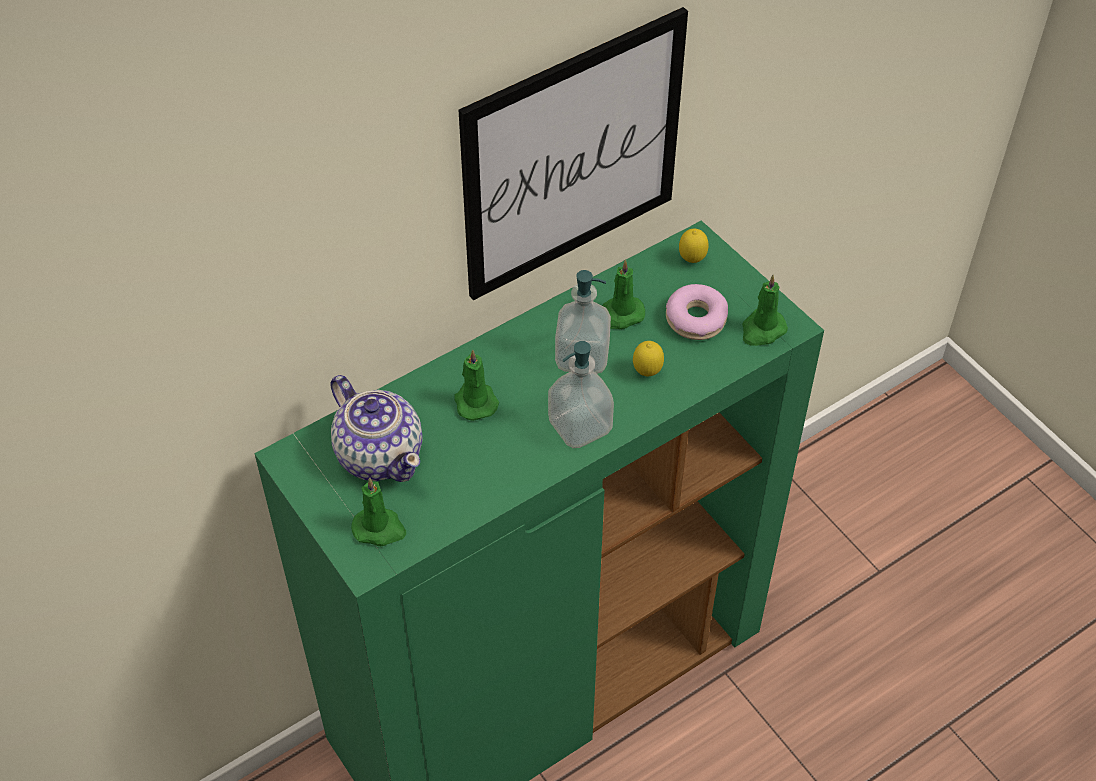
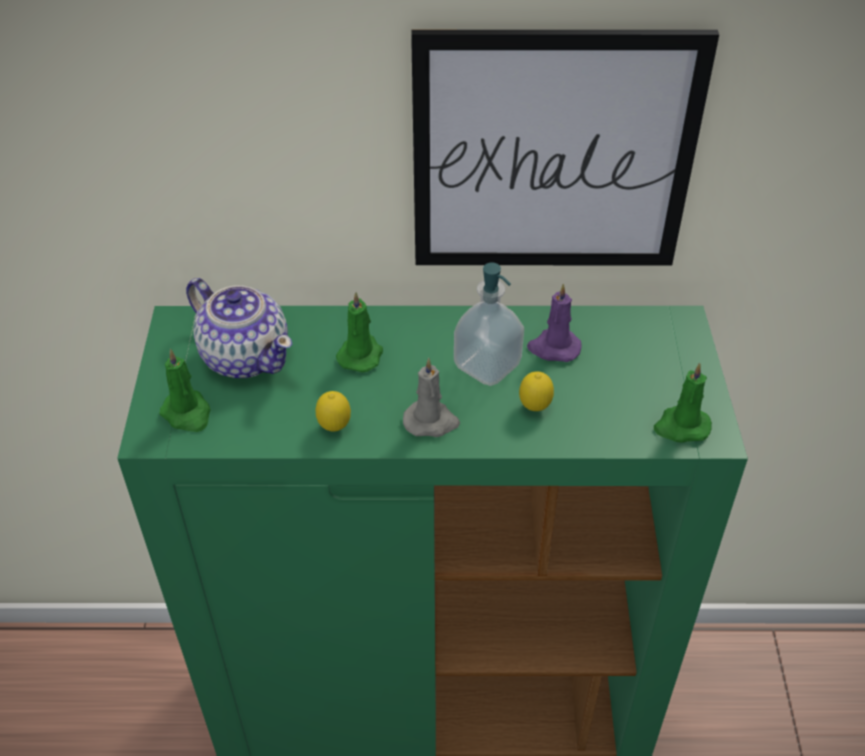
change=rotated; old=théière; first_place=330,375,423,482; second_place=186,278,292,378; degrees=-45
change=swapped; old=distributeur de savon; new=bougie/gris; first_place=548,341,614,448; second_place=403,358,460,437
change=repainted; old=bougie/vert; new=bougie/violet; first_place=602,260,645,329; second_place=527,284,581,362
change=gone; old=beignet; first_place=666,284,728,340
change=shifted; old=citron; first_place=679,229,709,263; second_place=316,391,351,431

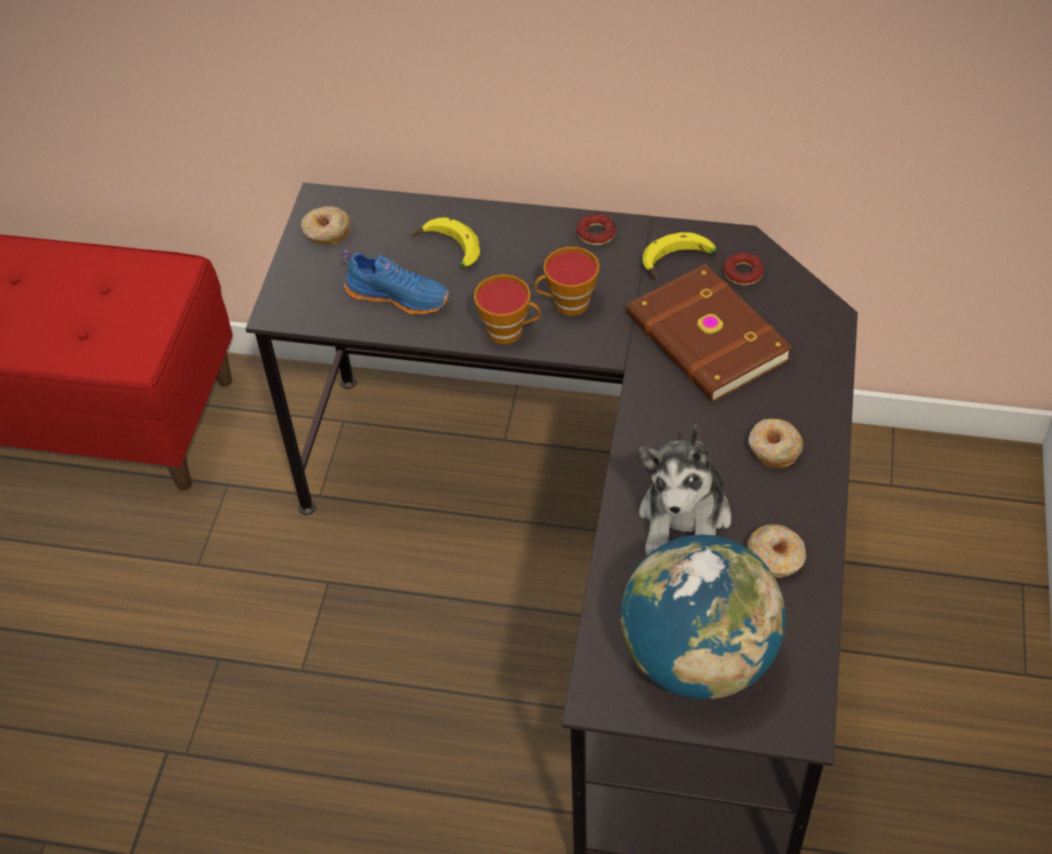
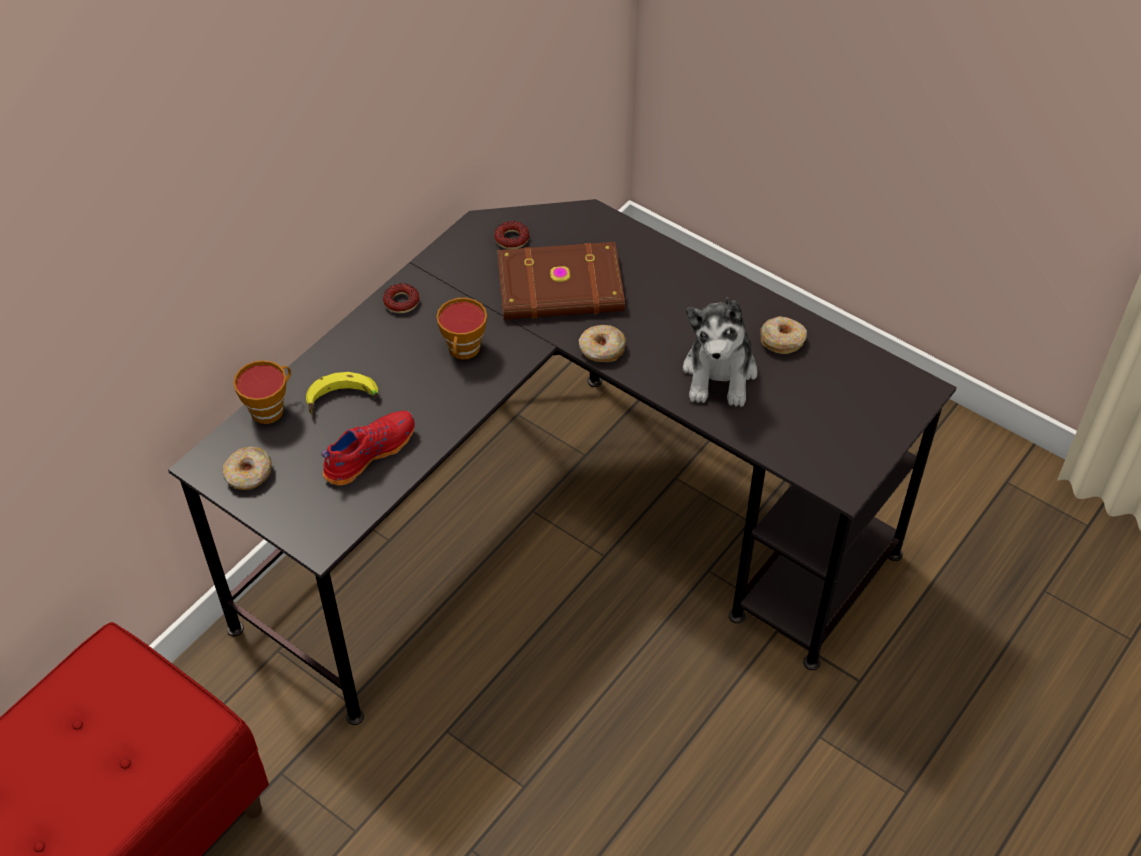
change=repainted; old=chaussure/bleu; new=chaussure/rouge; first_place=342,250,449,315; second_place=321,411,415,485
change=shifted; old=tasse; first_place=474,274,541,344; second_place=233,360,291,424
change=gone; old=globe; first_place=621,535,786,699
change=rotated; old=peluche; first_place=639,425,731,556; second_place=683,296,757,407; degrees=60
change=gone; old=banane; first_place=642,232,717,280
change=shifted; old=beignet; first_place=748,419,803,468; second_place=579,325,626,362

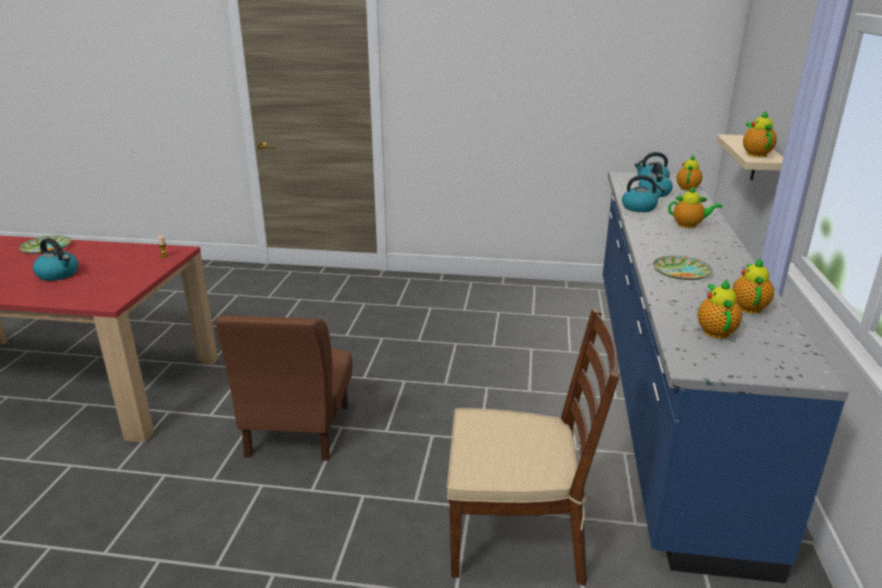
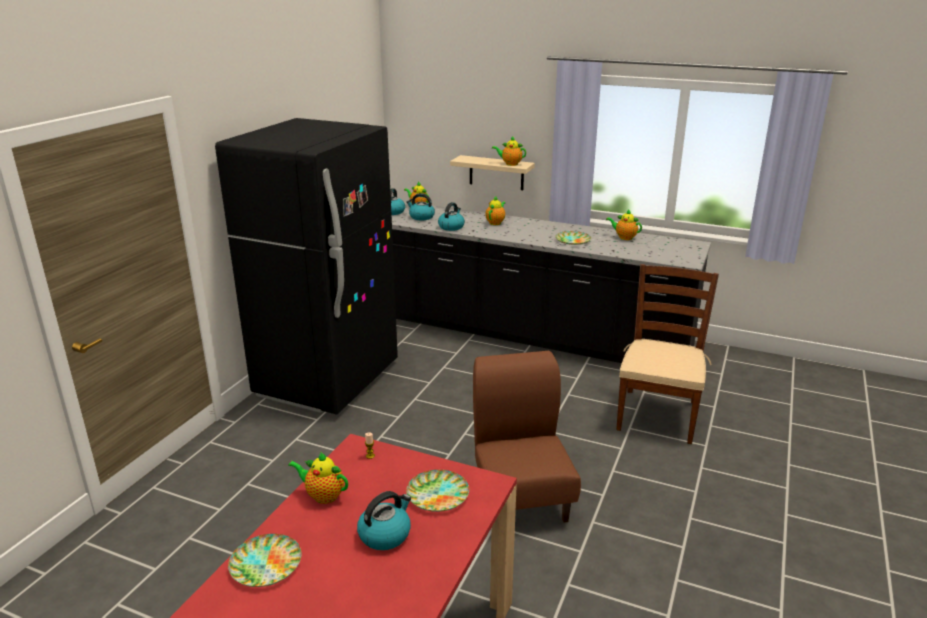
change=rotated; old=chaise/marron; first_place=216,315,353,461; second_place=473,351,581,523; degrees=-120
change=repainted; old=comptoir de cuisine/bleu; new=comptoir de cuisine/noir; first_place=603,172,849,583; second_place=392,202,711,363
change=shifted; old=théière; first_place=698,279,742,339; second_place=288,452,348,504
change=new; new=réfrigérateur/noir; second_place=215,118,398,415
change=new; new=assiette; second_place=406,470,469,512

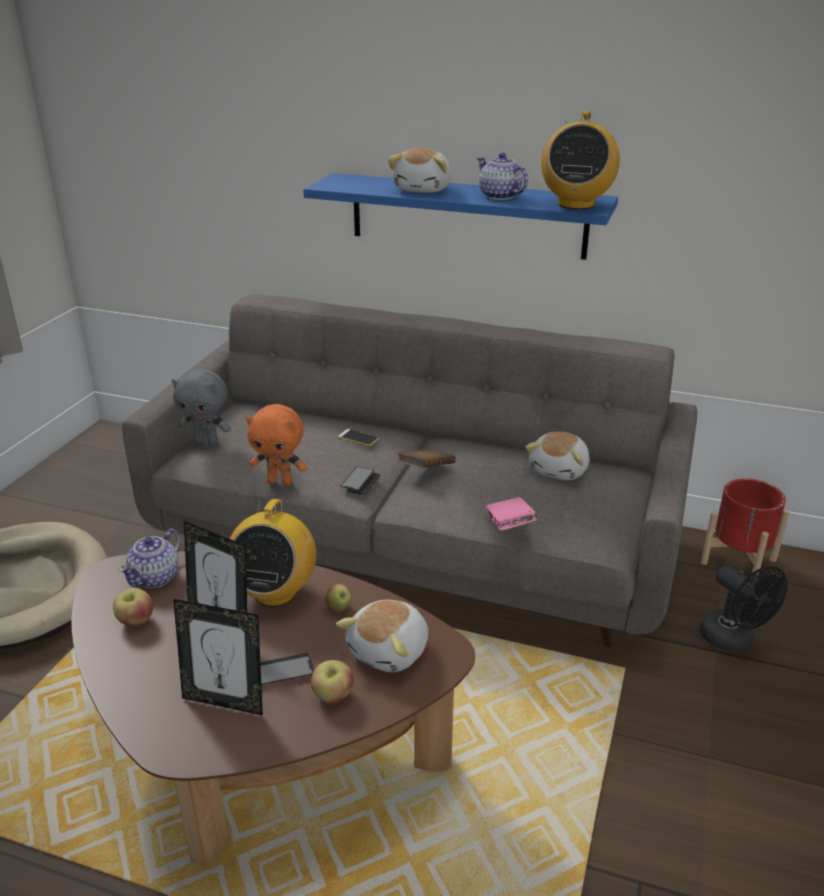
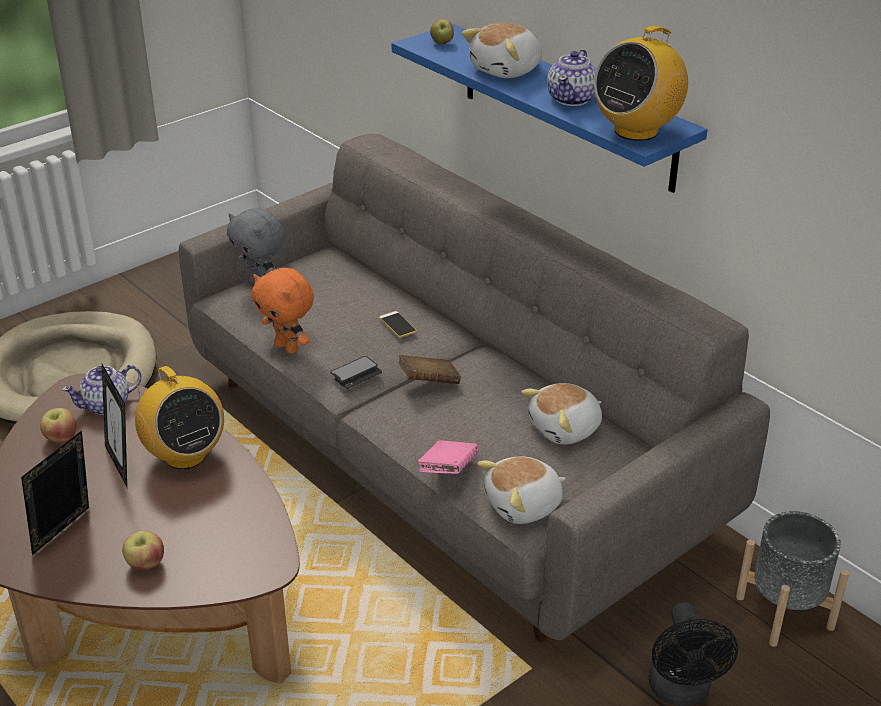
change=rotated; old=cadre photo; first_place=173,599,263,716; second_place=21,431,89,555; degrees=75
change=rotated; old=radio; first_place=230,499,316,607; second_place=133,366,224,469; degrees=-75
change=gone; old=téléphone; first_place=260,653,314,685
change=shifted; old=pomme; first_place=325,584,352,613; second_place=430,19,454,44
change=shifted; old=peluche; first_place=336,600,428,672; second_place=477,456,566,524
change=rotated; old=théière; first_place=477,153,528,200; second_place=547,49,596,106; degrees=-150
change=repainted; old=cache-pot/rouge; new=cache-pot/gris; first_place=701,478,790,581; second_place=736,511,849,647

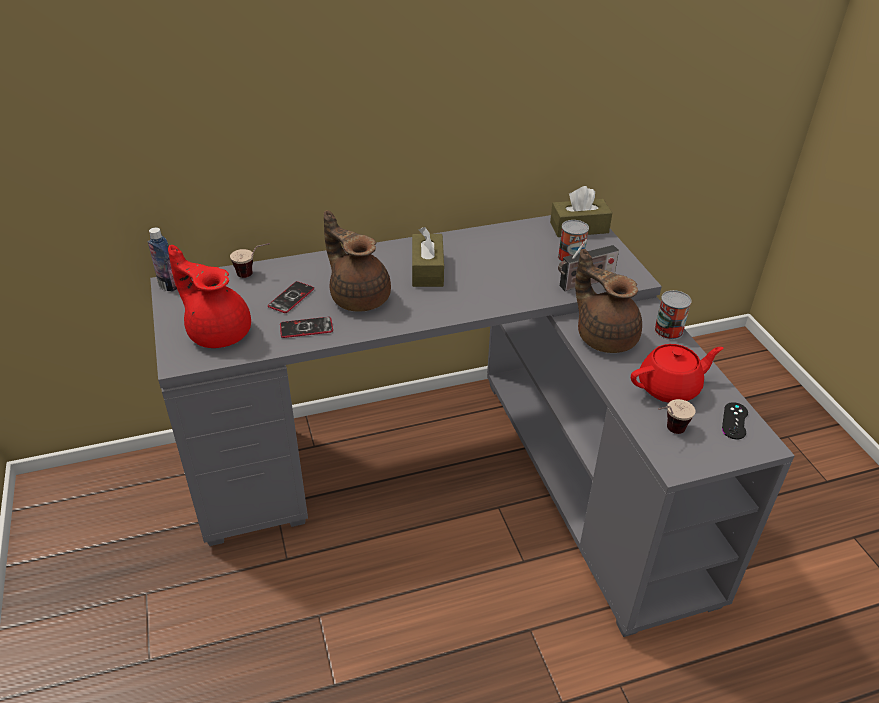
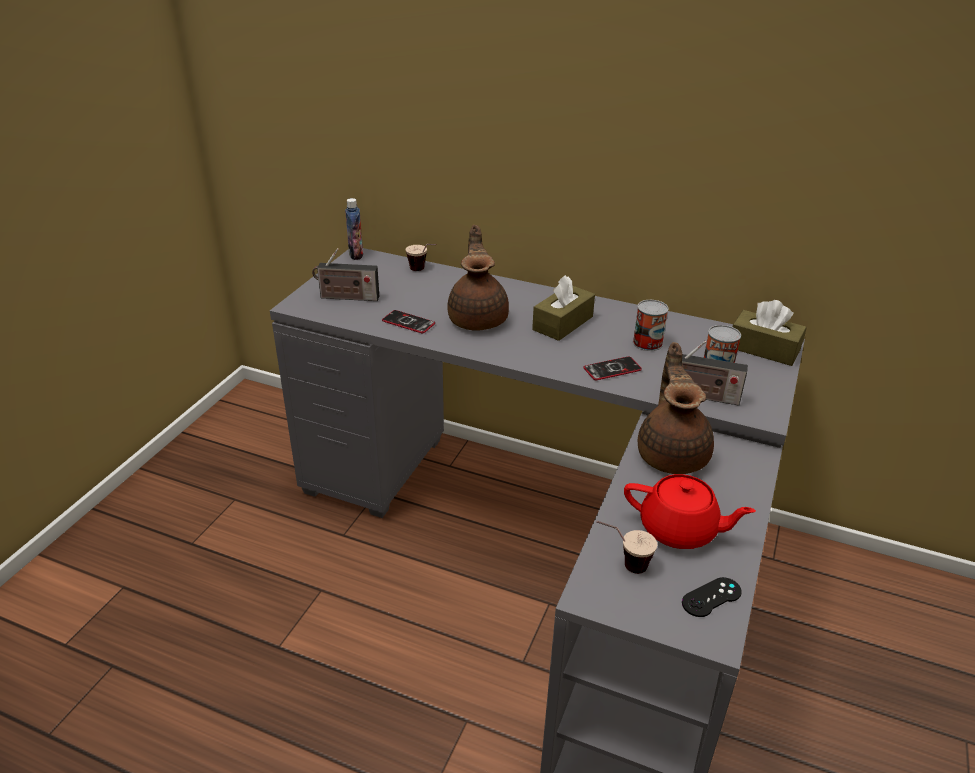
change=swapped; old=théière/rouge; new=radio; first_place=168,245,251,348; second_place=312,248,379,301
change=shifted; old=téléphone; first_place=268,281,314,313; second_place=583,356,642,380
change=shifted; old=boîte métallique; first_place=654,290,692,340; second_place=633,300,669,351

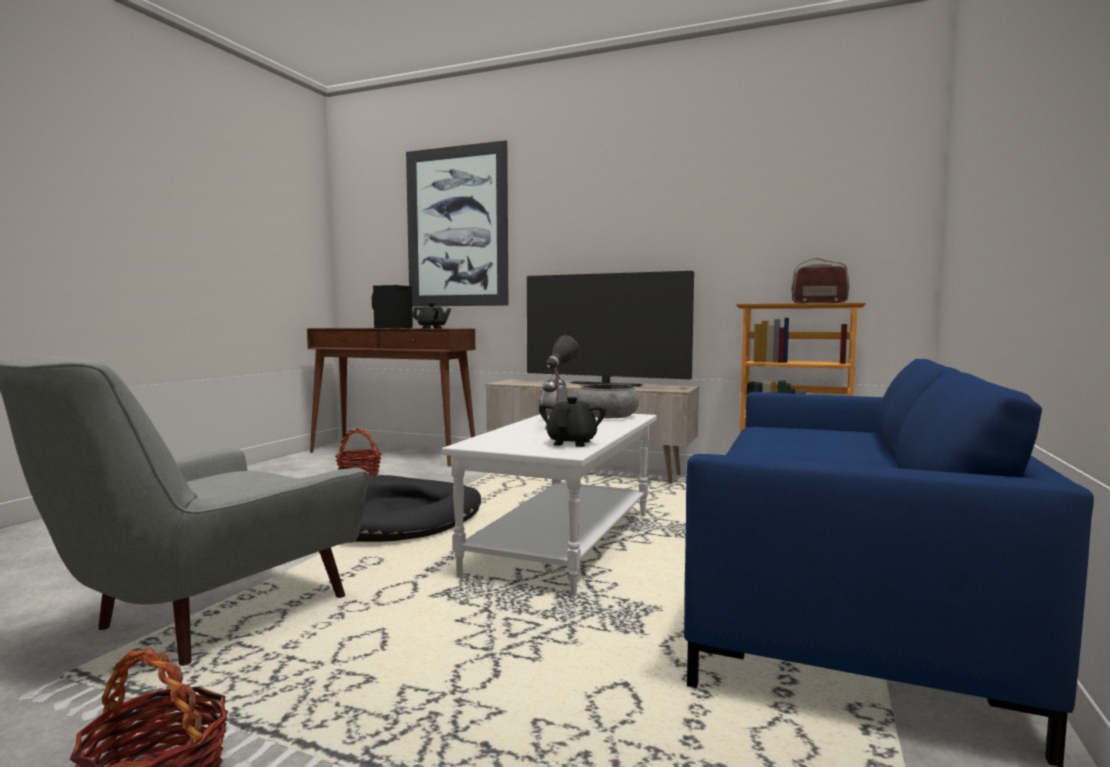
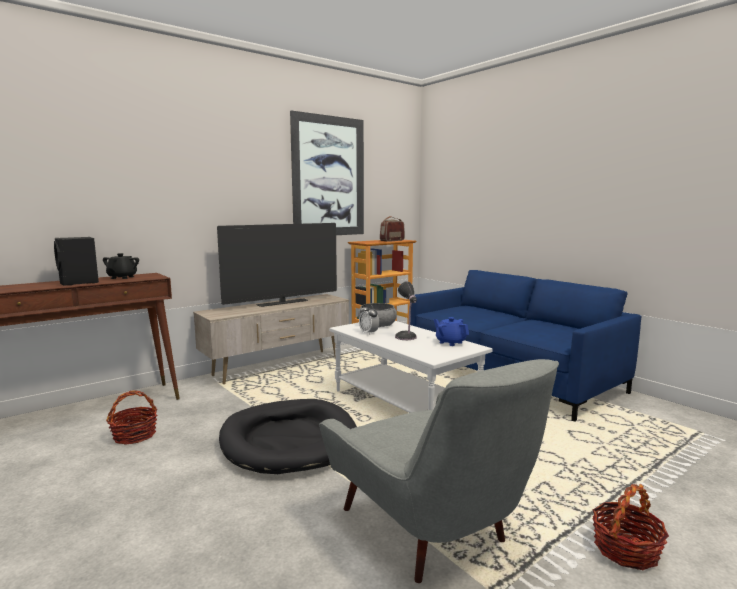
change=shifted; old=tableau; first_place=406,140,508,306; second_place=290,111,364,235
change=repainted; old=théière/noir; new=théière/bleu; first_place=539,397,607,447; second_place=434,317,469,346

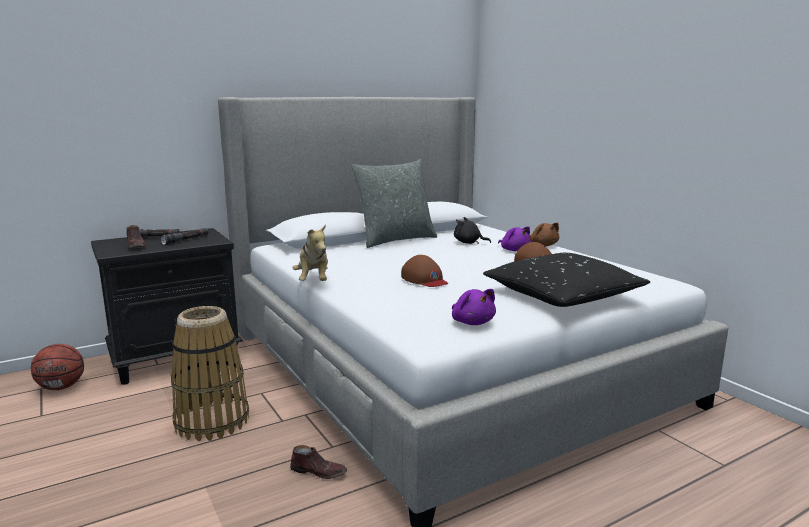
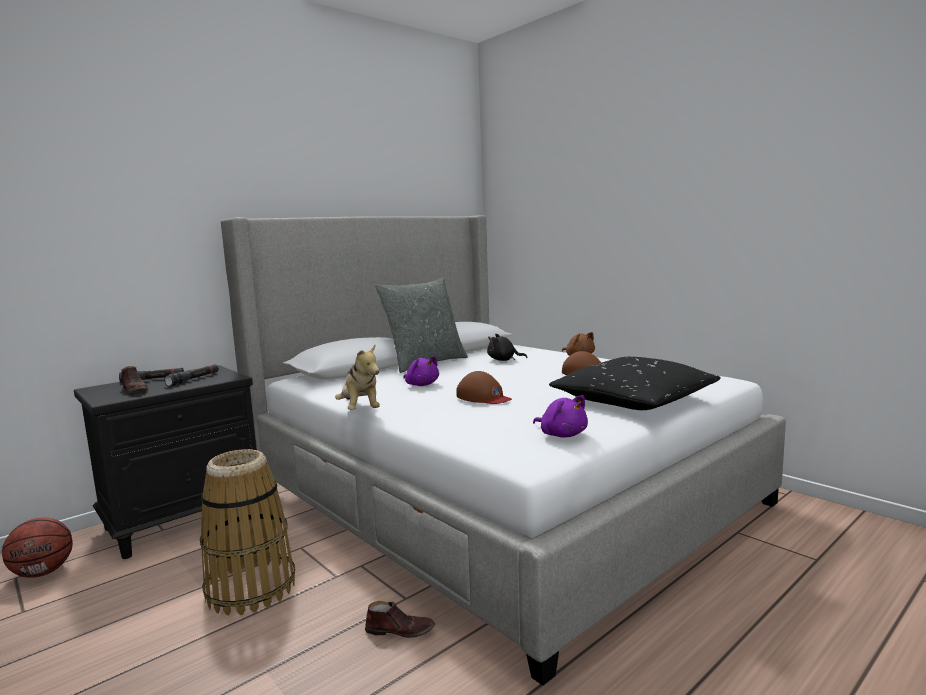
change=shifted; old=peluche/violet; first_place=498,226,531,251; second_place=404,356,439,386

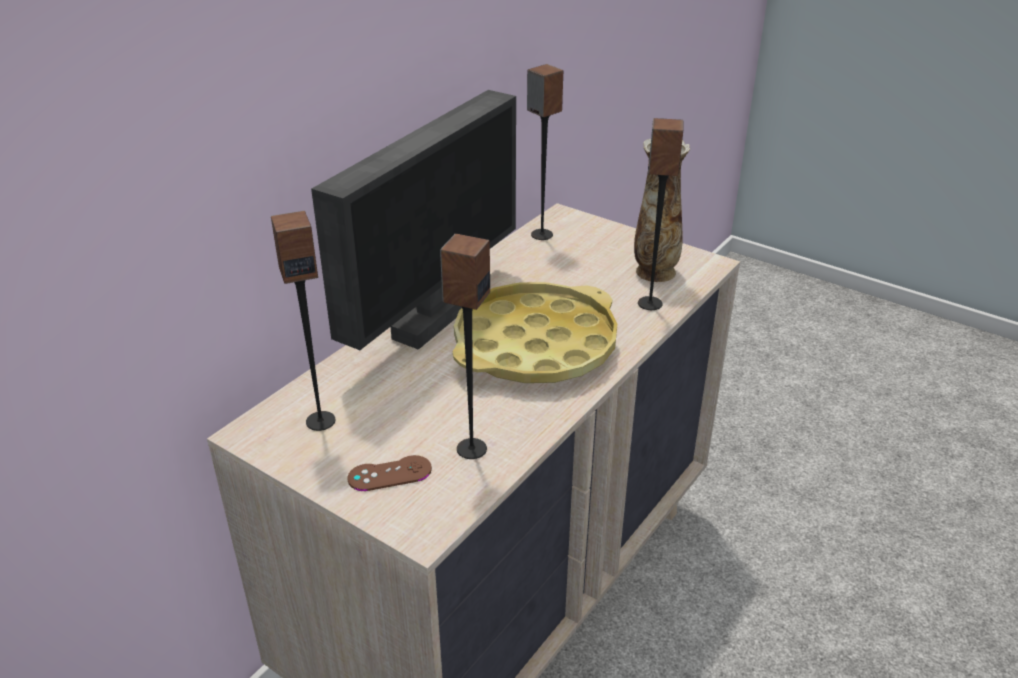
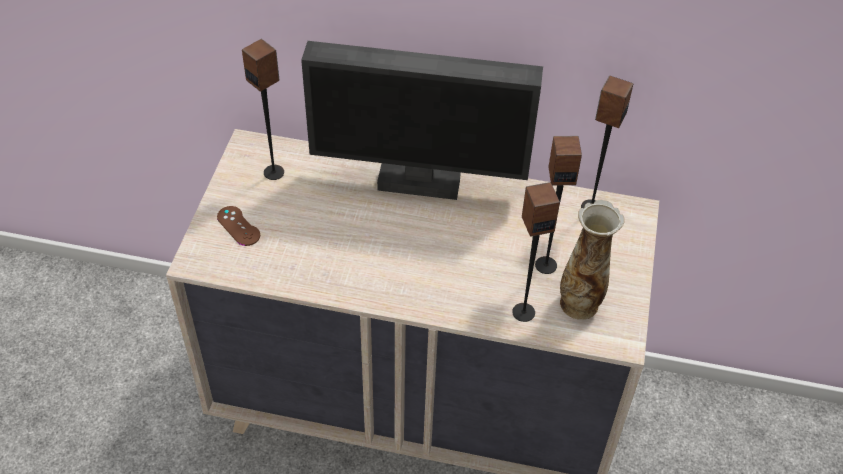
change=shifted; old=enceinte; first_place=440,234,490,459; second_place=535,136,582,274
change=gone; old=plateau/jaune; first_place=453,282,617,383

